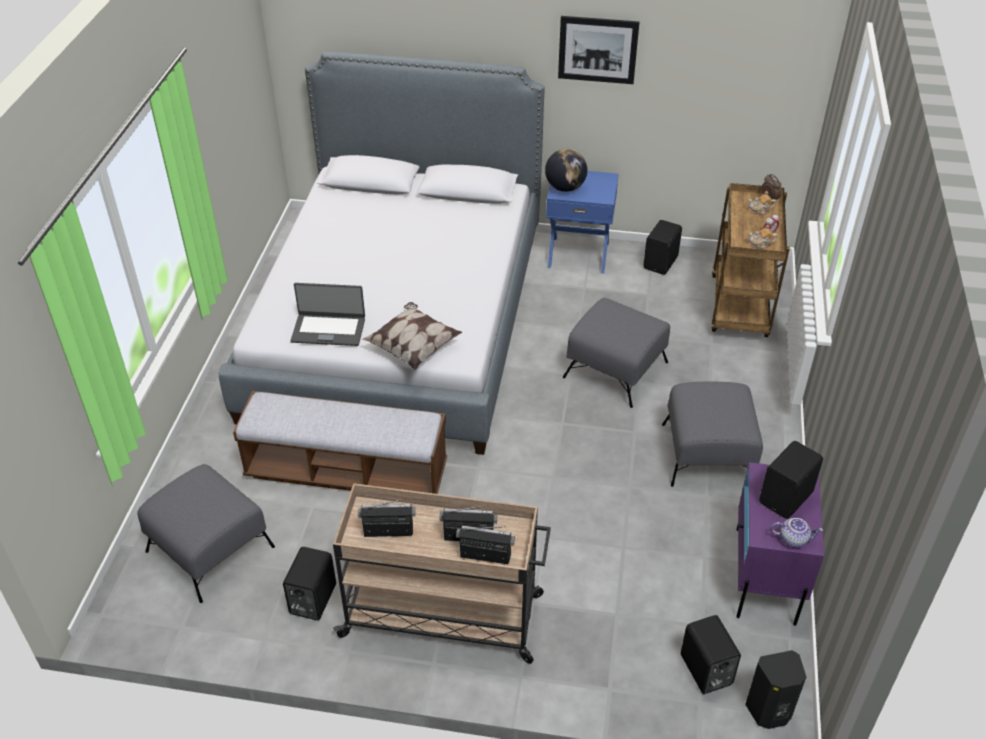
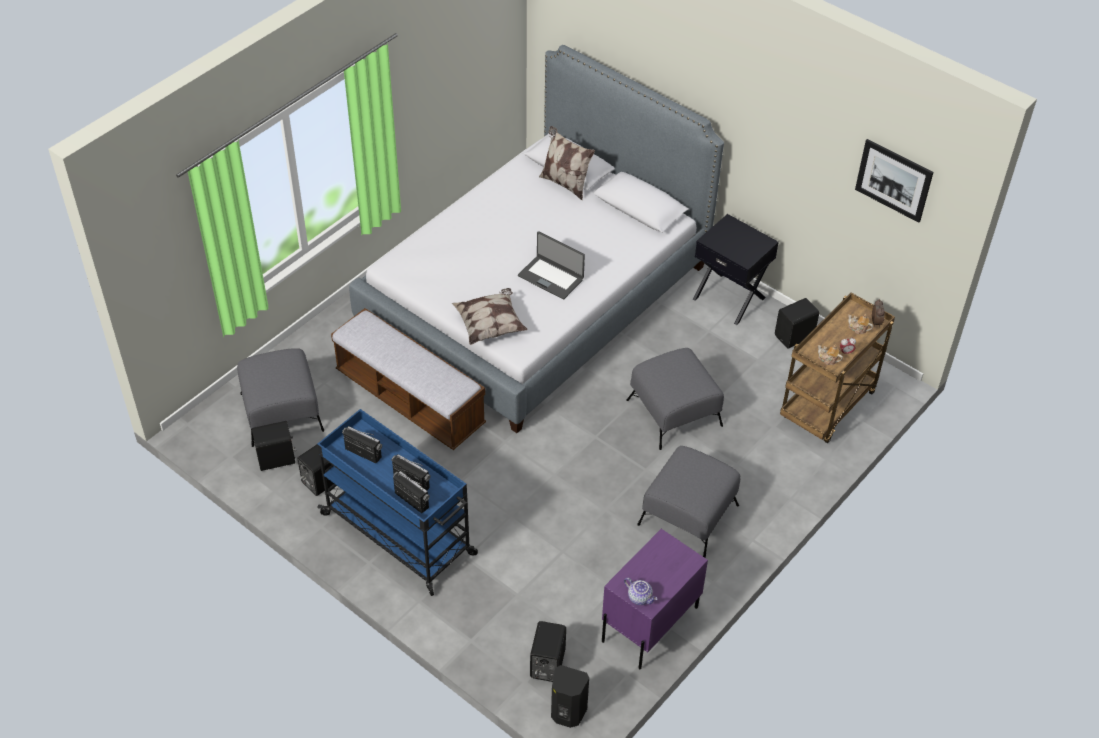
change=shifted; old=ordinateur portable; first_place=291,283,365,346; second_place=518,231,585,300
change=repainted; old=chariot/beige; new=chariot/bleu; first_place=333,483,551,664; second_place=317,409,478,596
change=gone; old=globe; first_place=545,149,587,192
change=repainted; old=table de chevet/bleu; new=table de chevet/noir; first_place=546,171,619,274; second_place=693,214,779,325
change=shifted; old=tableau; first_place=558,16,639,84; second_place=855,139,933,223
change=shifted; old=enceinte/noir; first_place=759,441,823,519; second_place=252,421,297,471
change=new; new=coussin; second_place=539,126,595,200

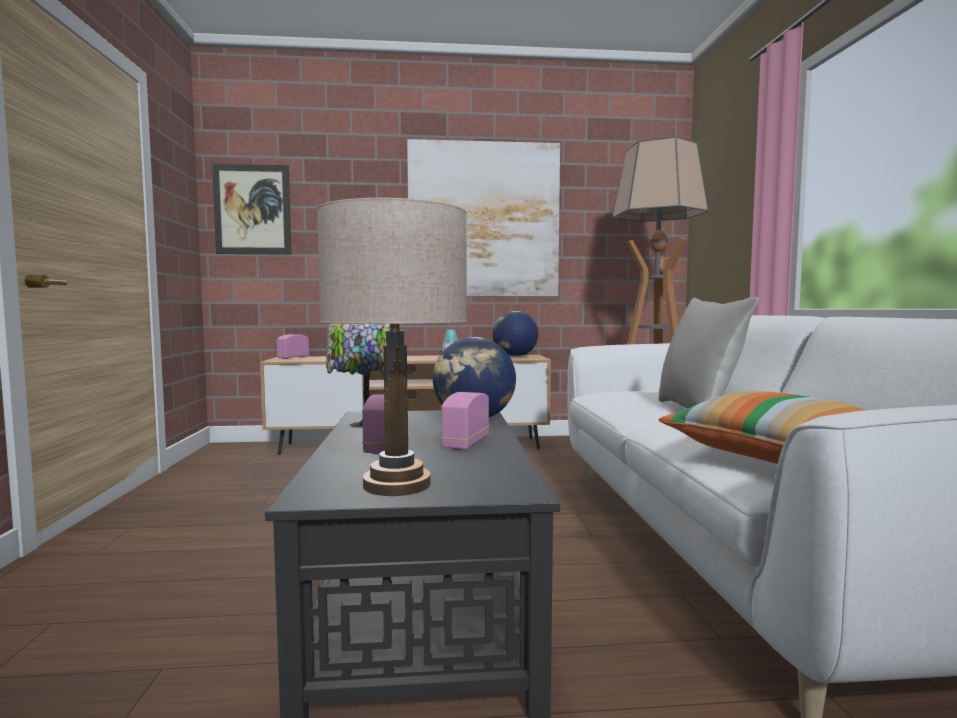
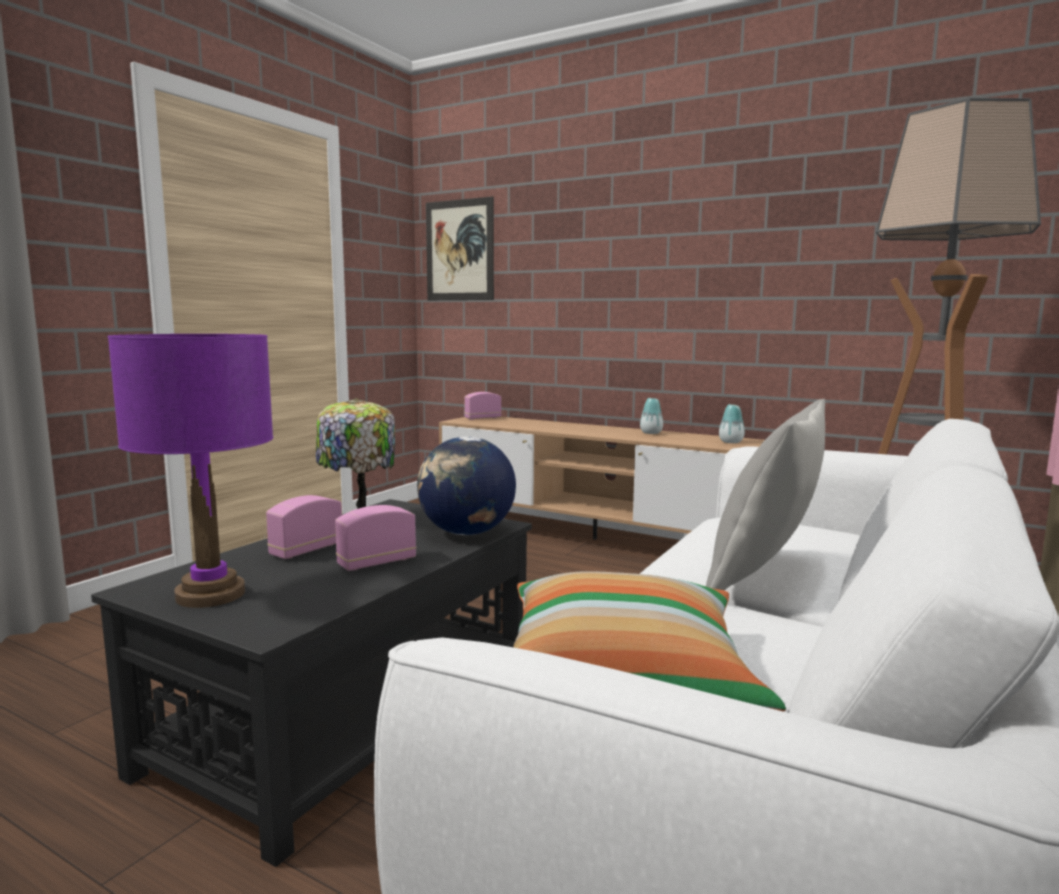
change=repainted; old=lampe de table/beige; new=lampe de table/violet; first_place=317,198,467,496; second_place=107,334,273,608
change=gone; old=tableau; first_place=407,139,560,297
change=swapped; old=globe; new=vase; first_place=492,311,538,357; second_place=719,404,745,443

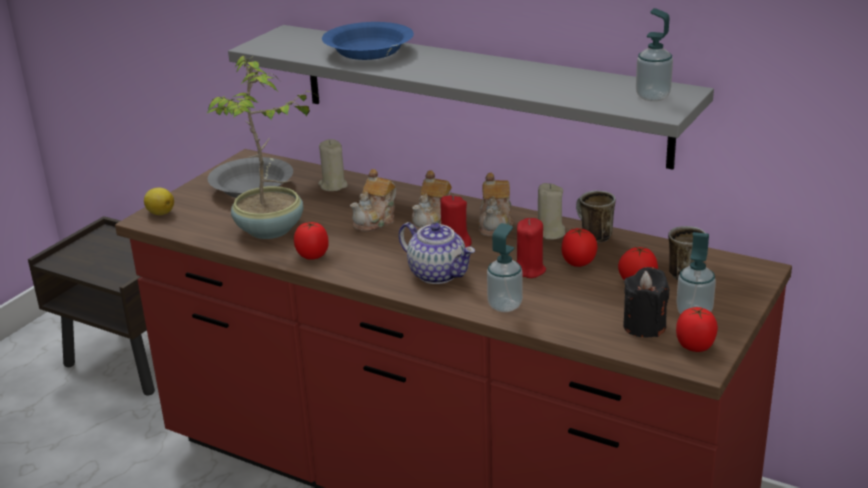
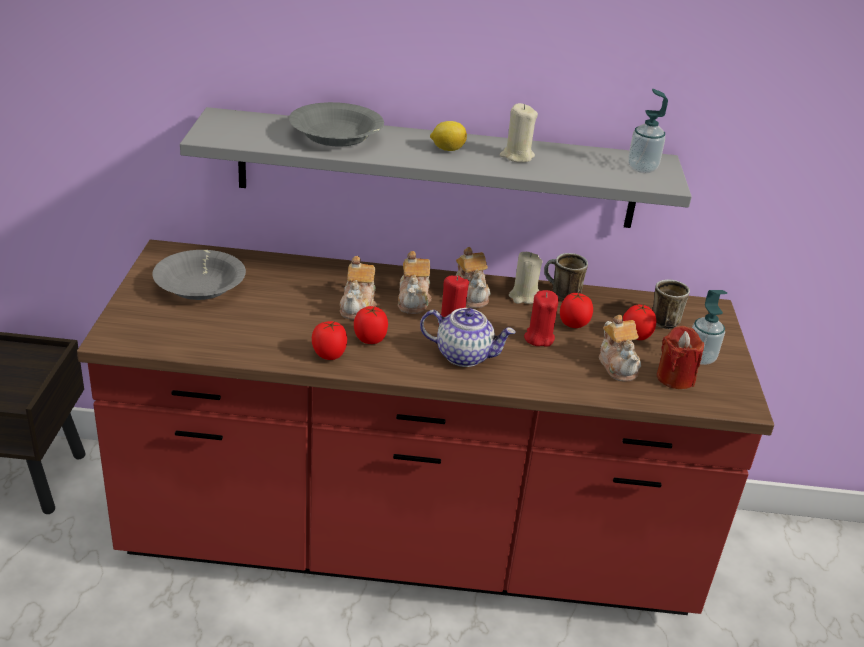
change=shifted; old=citron; first_place=144,188,174,215; second_place=430,121,467,151
change=gone; old=plante en pot; first_place=206,56,317,239
change=shifted; old=bougie/beige; first_place=318,139,348,191; second_place=500,103,538,163
change=repainted; old=bol/bleu; new=bol/gris; first_place=322,22,414,60; second_place=289,102,384,147
change=gone; old=distributeur de savon; first_place=487,223,523,312
change=repainted; old=bougie/noir; new=bougie/rouge; first_place=623,267,670,338; second_place=657,326,704,389
change=shifted; old=tomate; first_place=676,307,718,352; second_place=354,306,388,344
change=new; new=théière; second_place=599,314,641,381

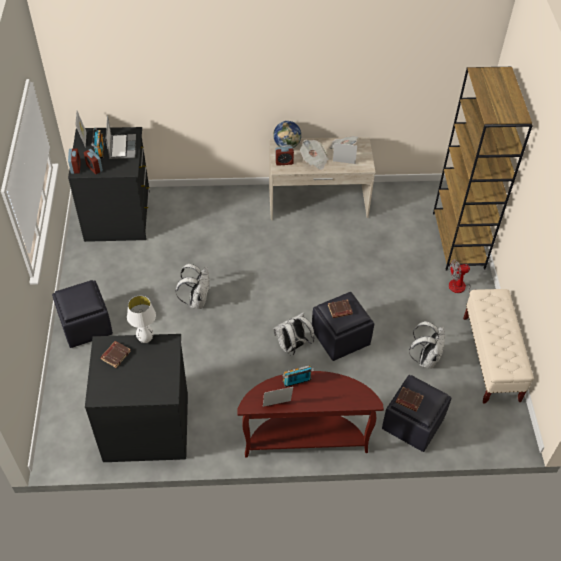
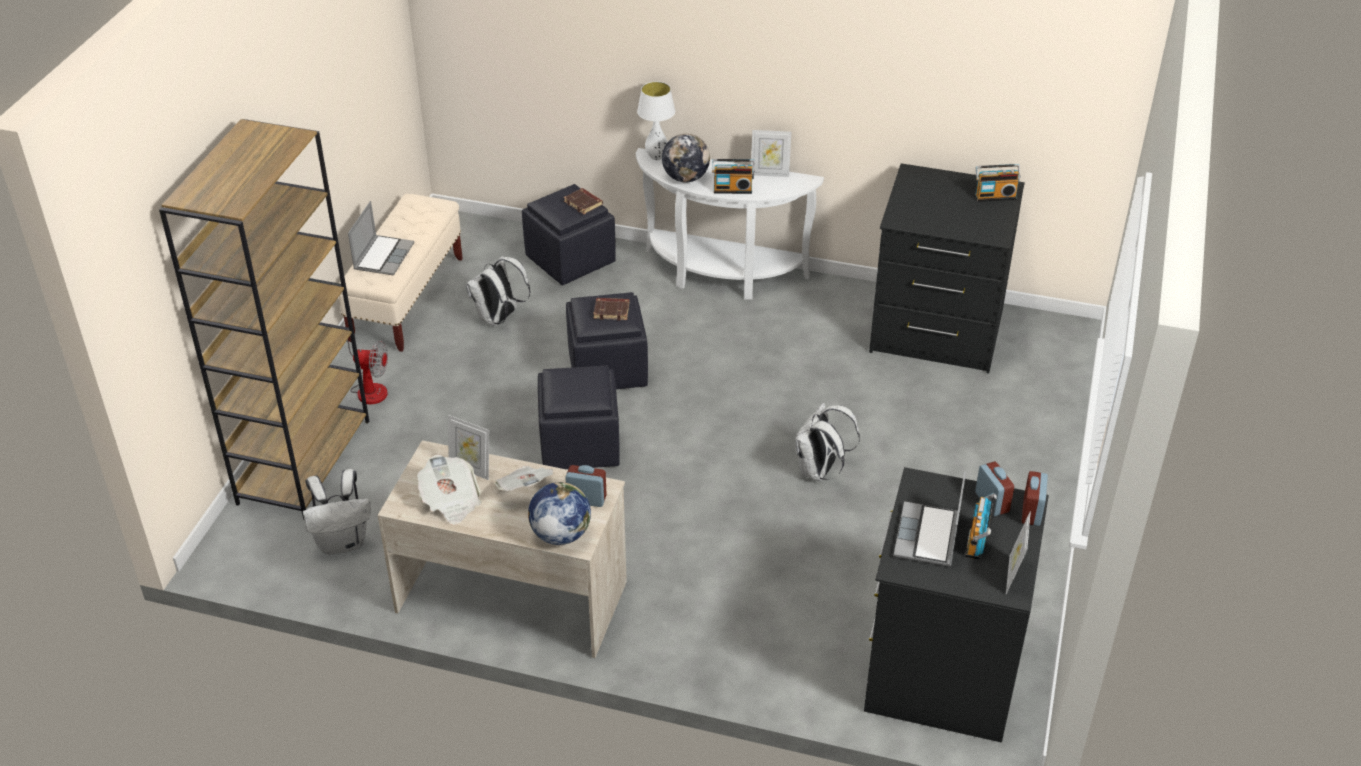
change=shifted; old=pouf/noir; first_place=52,280,113,348; second_place=538,365,620,469
change=gone; old=livre/marron; first_place=100,341,131,368
change=shifted; old=lampe de table/blanc; first_place=127,296,156,343; second_place=637,81,675,160
change=repainted; old=table console/marron; new=table console/blanc; first_place=237,371,384,458; second_place=636,148,824,300
change=shifted; old=sac à dos/blanc; first_place=274,312,314,356; second_place=303,469,371,555
change=new; new=ordinateur portable; second_place=348,201,414,276
change=new; new=globe; second_place=662,134,710,182
change=new; new=radio; second_place=975,164,1021,202

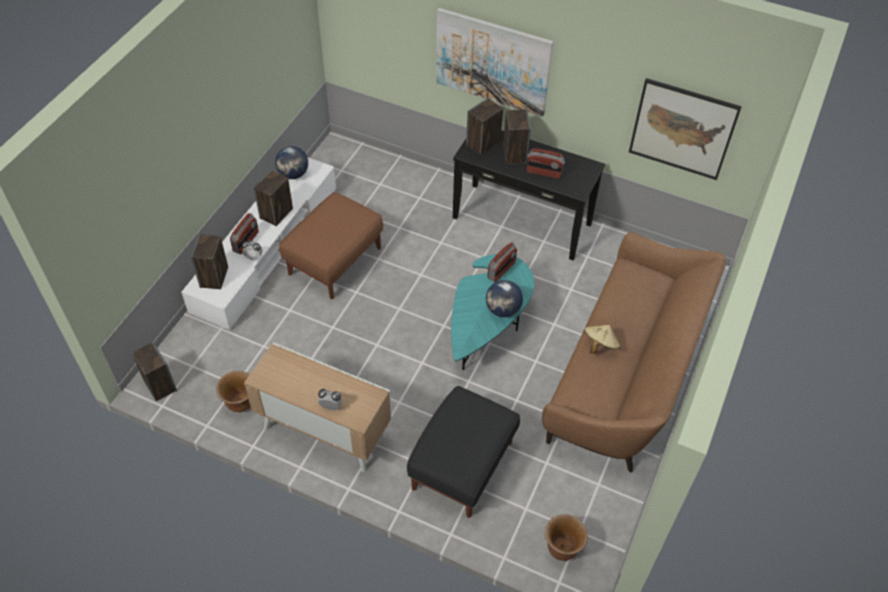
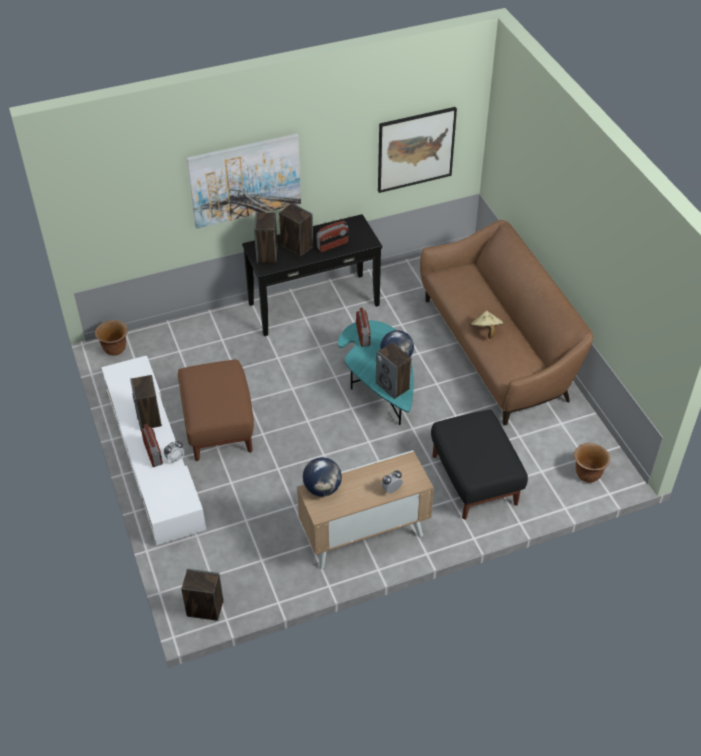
change=shifted; old=enceinte; first_place=191,234,228,289; second_place=376,343,412,399
change=shifted; old=cache-pot/marron; first_place=216,371,250,412; second_place=95,320,128,356
change=shifted; old=globe; first_place=275,146,308,179; second_place=303,457,342,497

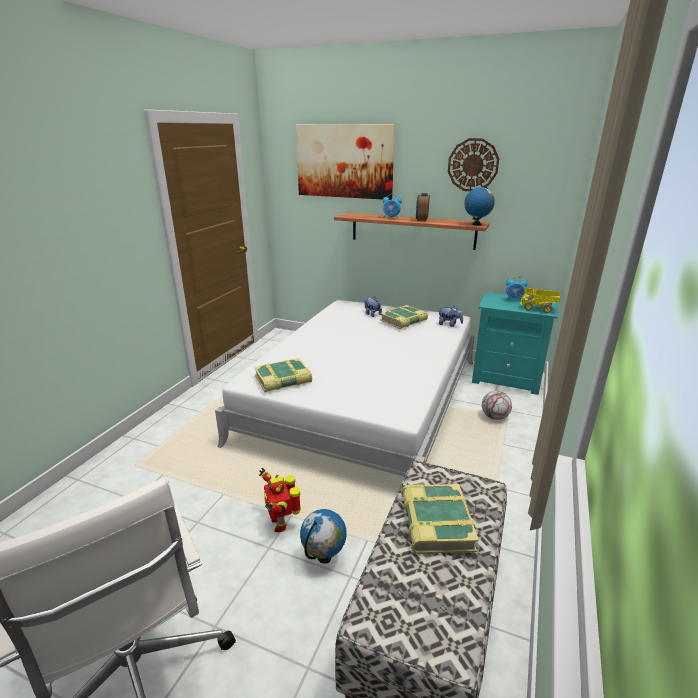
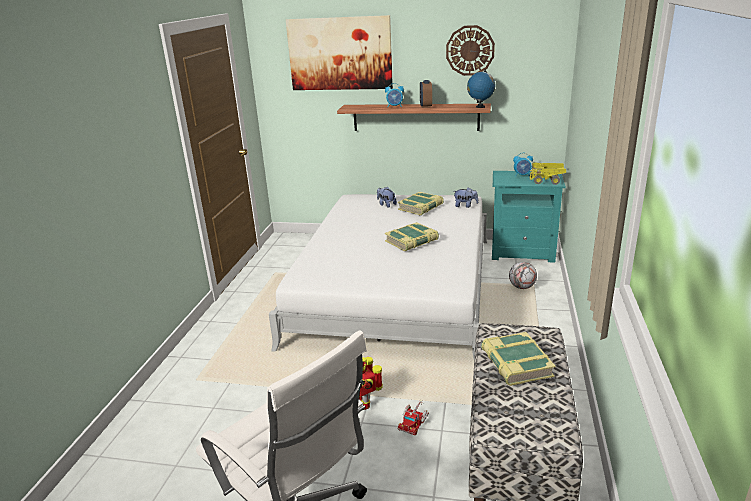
change=shifted; old=livre; first_place=254,358,312,392; second_place=385,222,439,251
change=swapped; old=globe; new=camion jouet; first_place=300,509,347,564; second_place=398,400,429,435

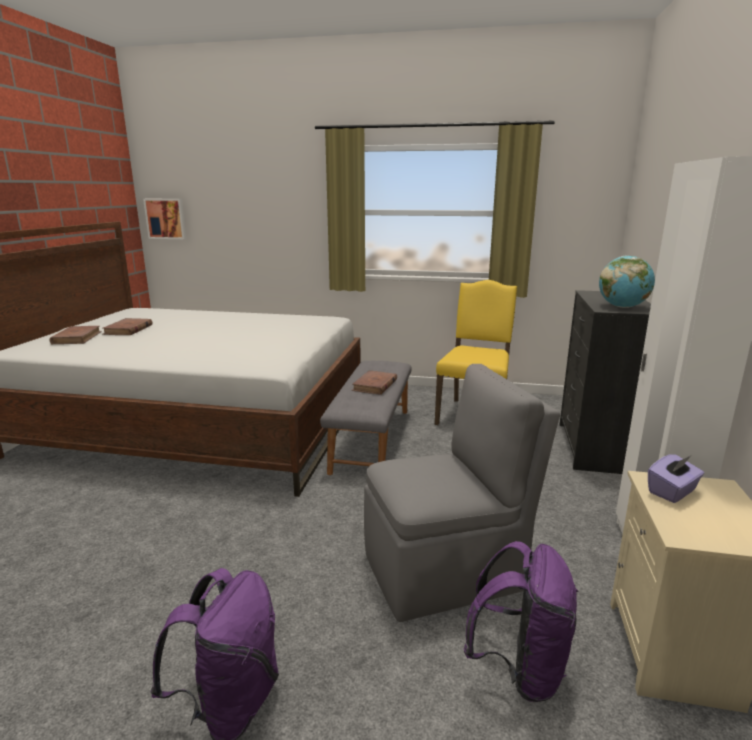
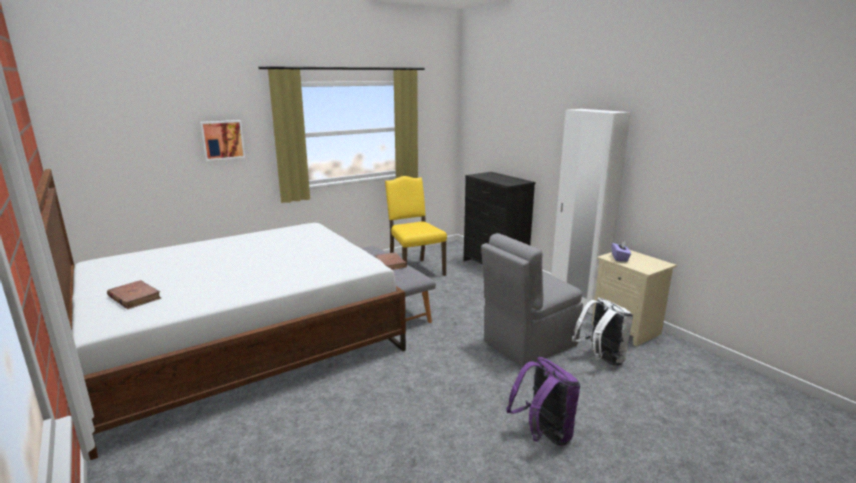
change=gone; old=livre/marron; first_place=102,318,152,335
change=shifted; old=tableau; first_place=143,199,186,239; second_place=200,120,246,161
change=rotated; old=chaise/gris; first_place=364,364,560,622; second_place=481,233,583,367; degrees=-150
change=repainted; old=sac à dos/violet; new=sac à dos/blanc; first_place=463,541,578,702; second_place=572,298,633,366
change=gone; old=globe; first_place=599,256,655,308

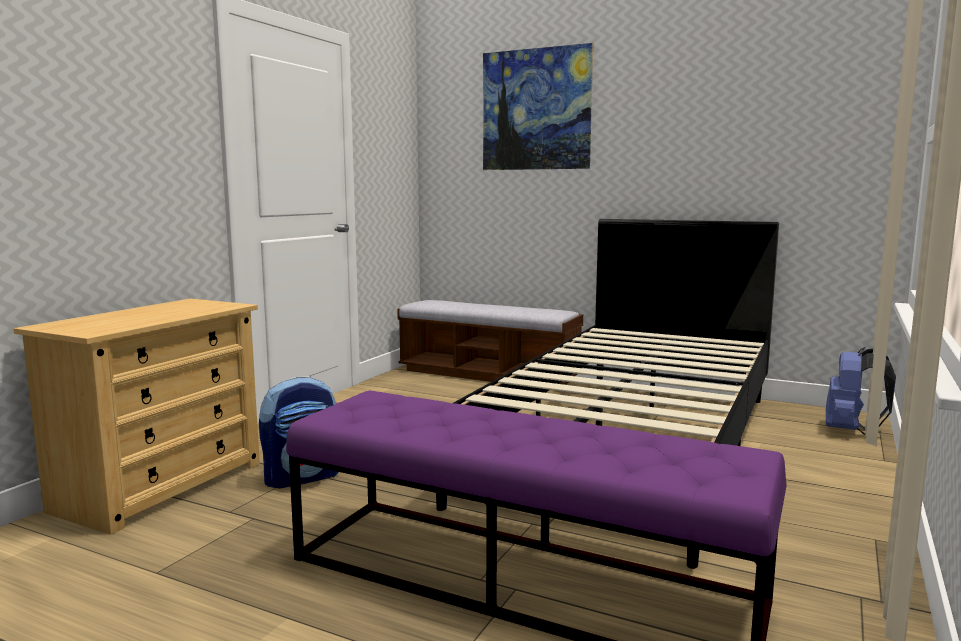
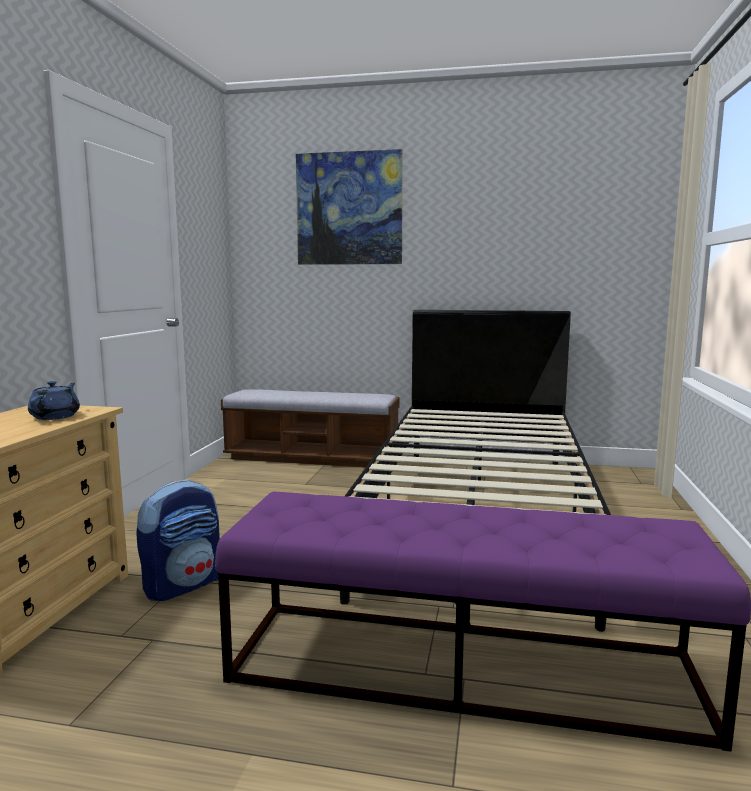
change=gone; old=sac à dos/bleu; first_place=826,346,896,435
change=new; new=théière/bleu; second_place=28,381,80,420

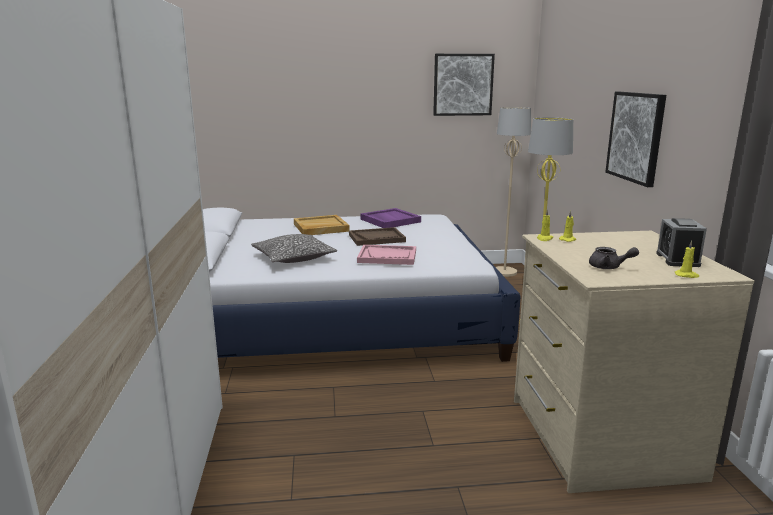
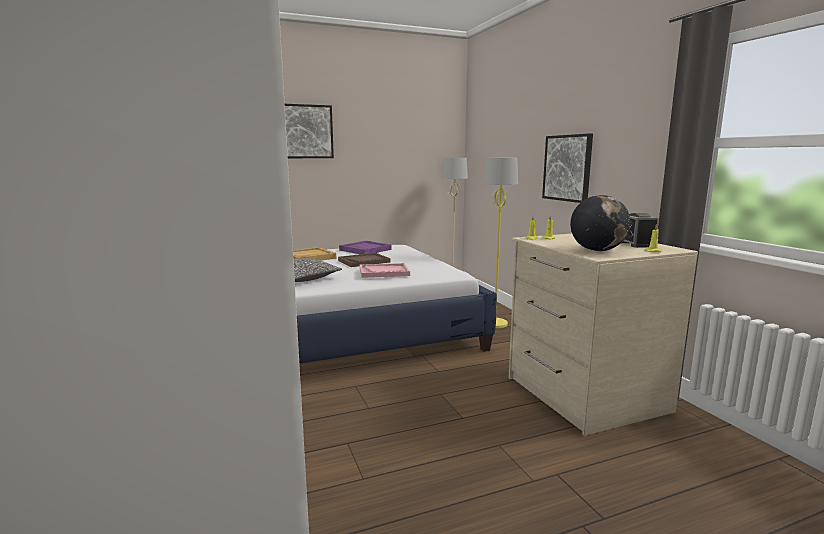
change=shifted; old=tableau; first_place=433,54,495,116; second_place=285,104,334,158
change=swapped; old=théière/gris; new=globe; first_place=589,247,639,269; second_place=570,195,630,251

